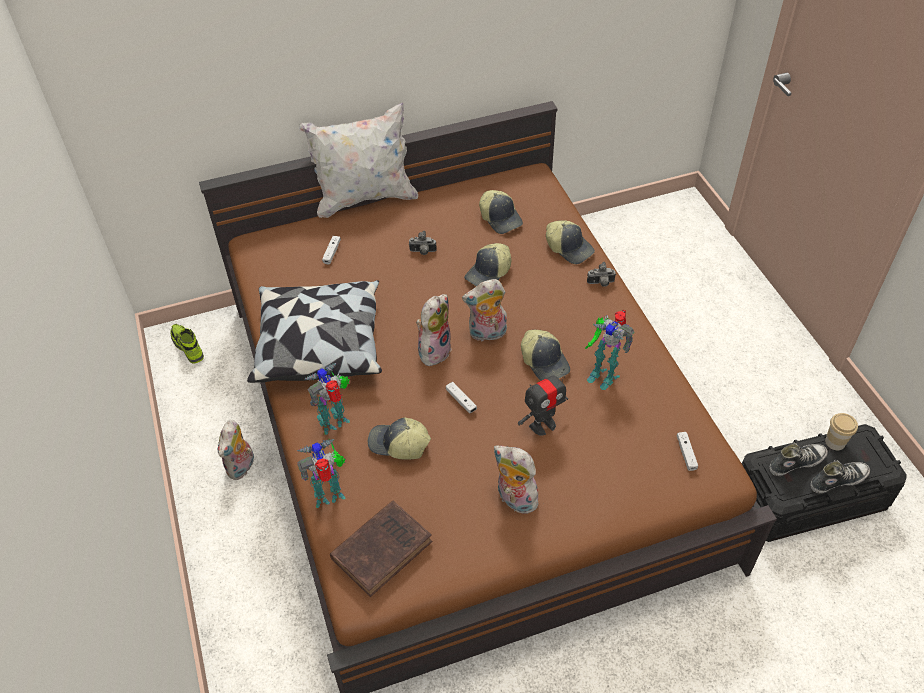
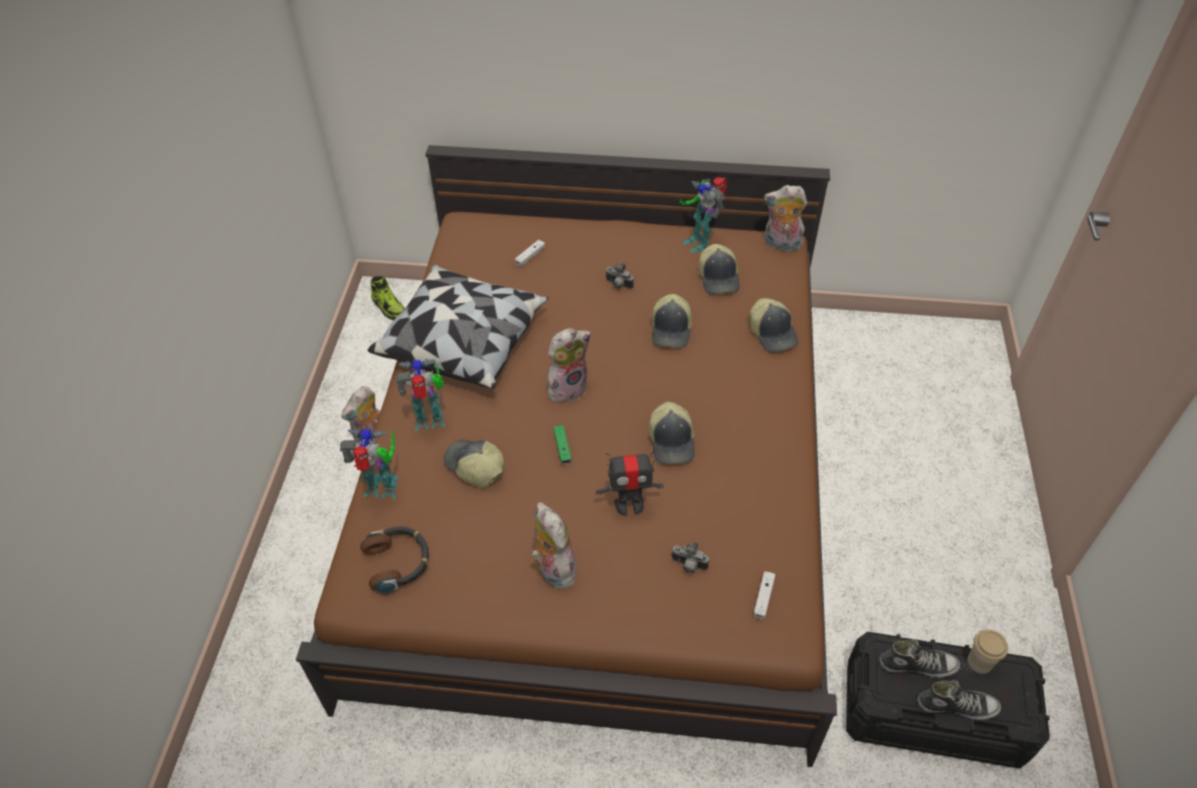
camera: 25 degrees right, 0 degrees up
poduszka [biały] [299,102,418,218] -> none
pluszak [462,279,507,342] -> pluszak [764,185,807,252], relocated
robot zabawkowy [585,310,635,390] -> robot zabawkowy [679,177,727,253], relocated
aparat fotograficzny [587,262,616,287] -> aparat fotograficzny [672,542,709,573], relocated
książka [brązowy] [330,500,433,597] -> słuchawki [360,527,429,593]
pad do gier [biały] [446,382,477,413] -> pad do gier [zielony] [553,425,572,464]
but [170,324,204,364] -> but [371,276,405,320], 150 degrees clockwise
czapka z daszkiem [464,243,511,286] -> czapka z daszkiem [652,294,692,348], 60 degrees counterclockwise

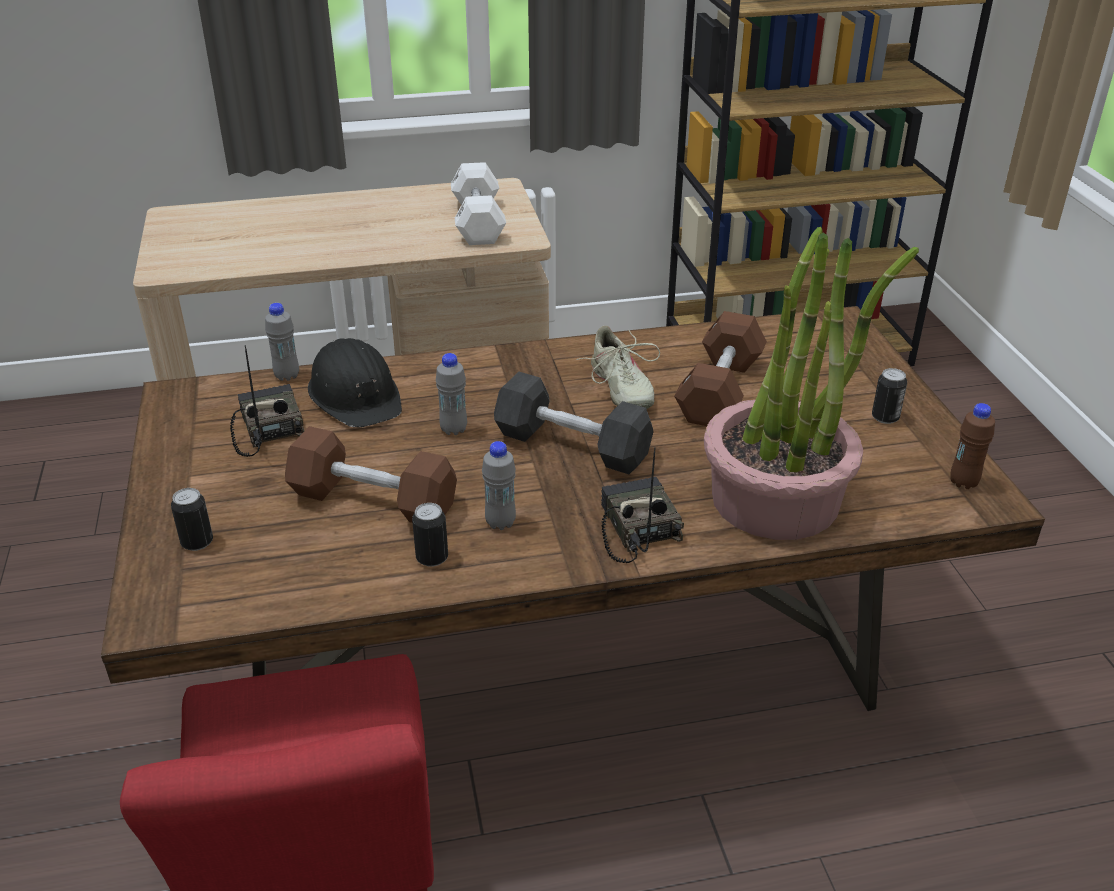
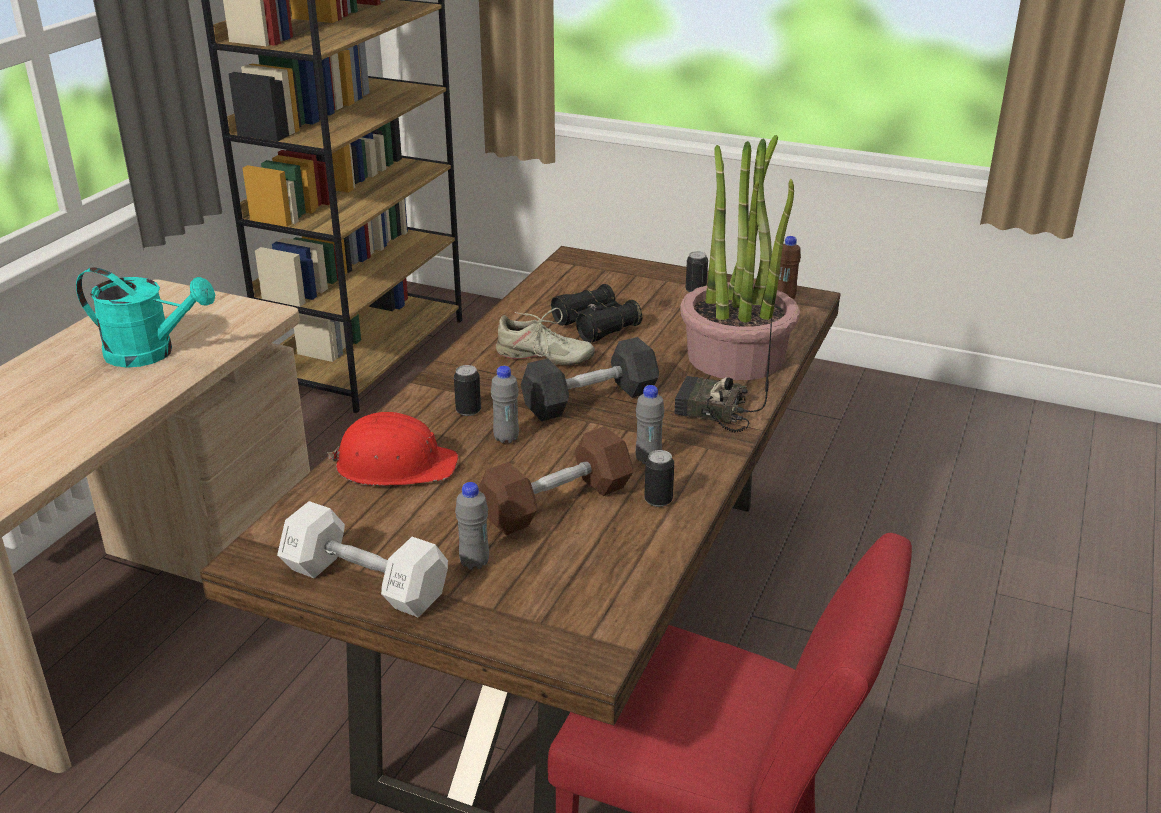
camera: 55 degrees left, 5 degrees down
radio [230,345,304,457] -> none
none -> konewka [turkusowy] [76,267,215,368]
puszka [171,488,213,551] -> puszka [454,365,481,416], relocated
butelka [szary] [265,303,299,381] -> butelka [szary] [455,482,489,570], relocated
hantel [biały] [451,162,506,245] -> hantel [biały] [277,501,448,617], relocated
hantel [brązowy] [674,311,767,426] -> lornetka [czarny] [551,284,642,343]
kask [czarny] [308,338,402,427] -> kask [czerwony] [327,412,458,486]

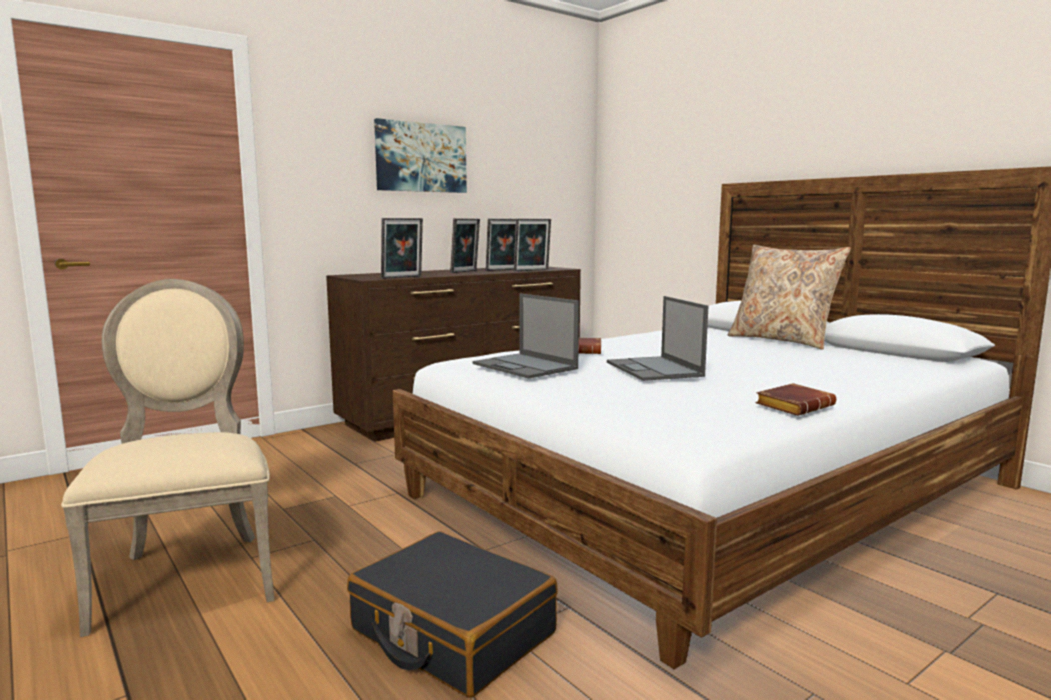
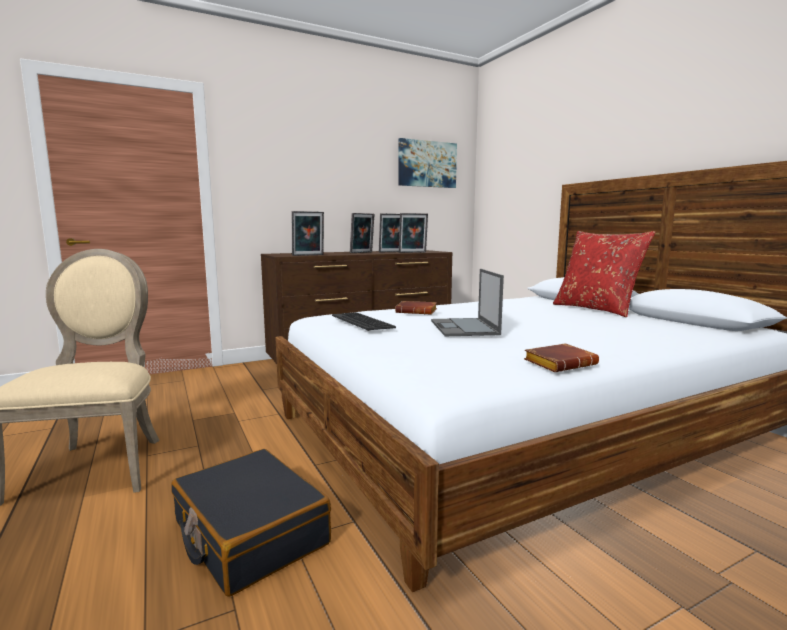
camera: 10 degrees right, 0 degrees up
obraz [374,118,467,193] -> obraz [398,138,457,188], relocated
laptop [473,294,579,379] -> klawiatura [332,312,396,331]
poduszka [beżowy] [728,245,851,350] -> poduszka [czerwony] [553,231,655,317]

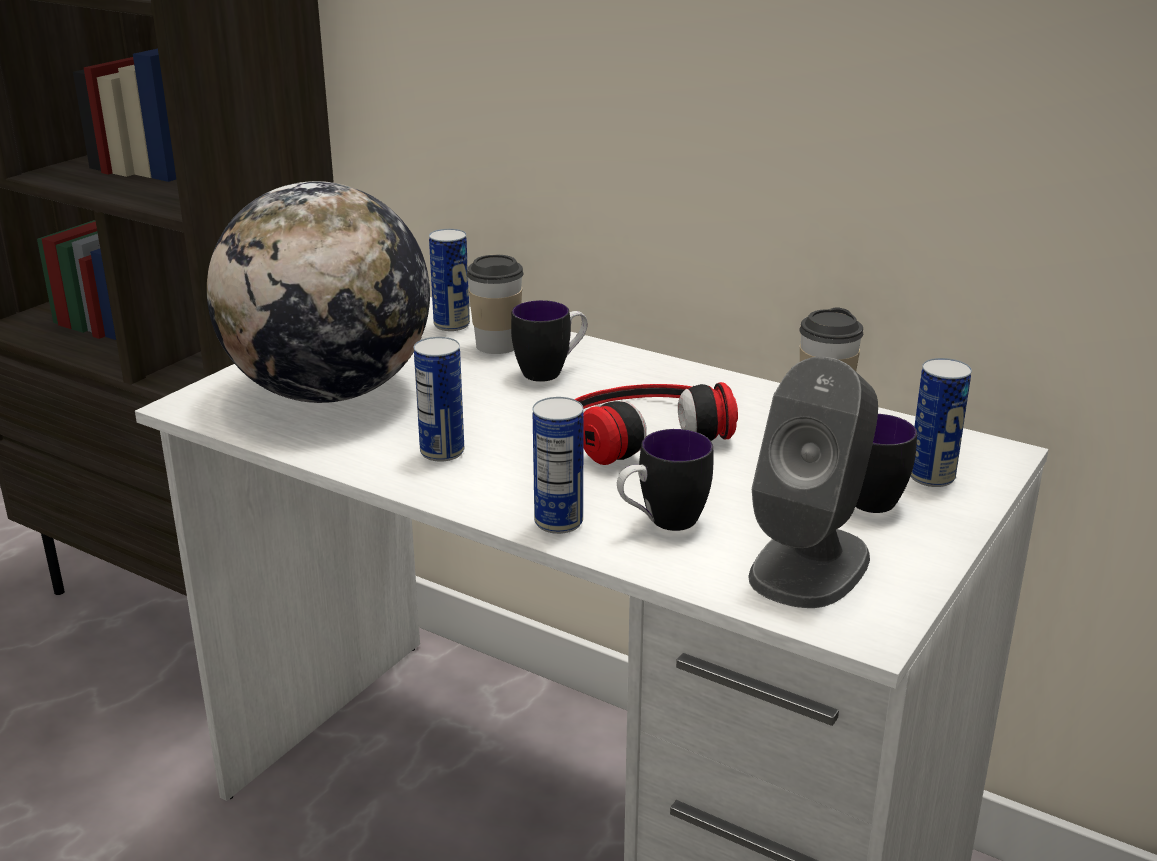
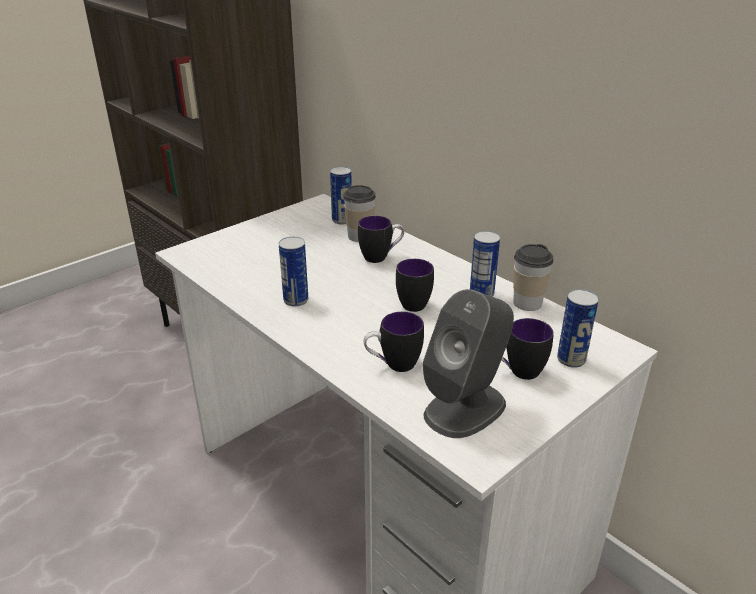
camera: 15 degrees right, 5 degrees up
globus [207,181,430,403] -> none
puszka [532,397,583,534] -> puszka [470,231,500,297], relocated
słuchawki [575,382,738,465] -> kubek [396,259,434,312]

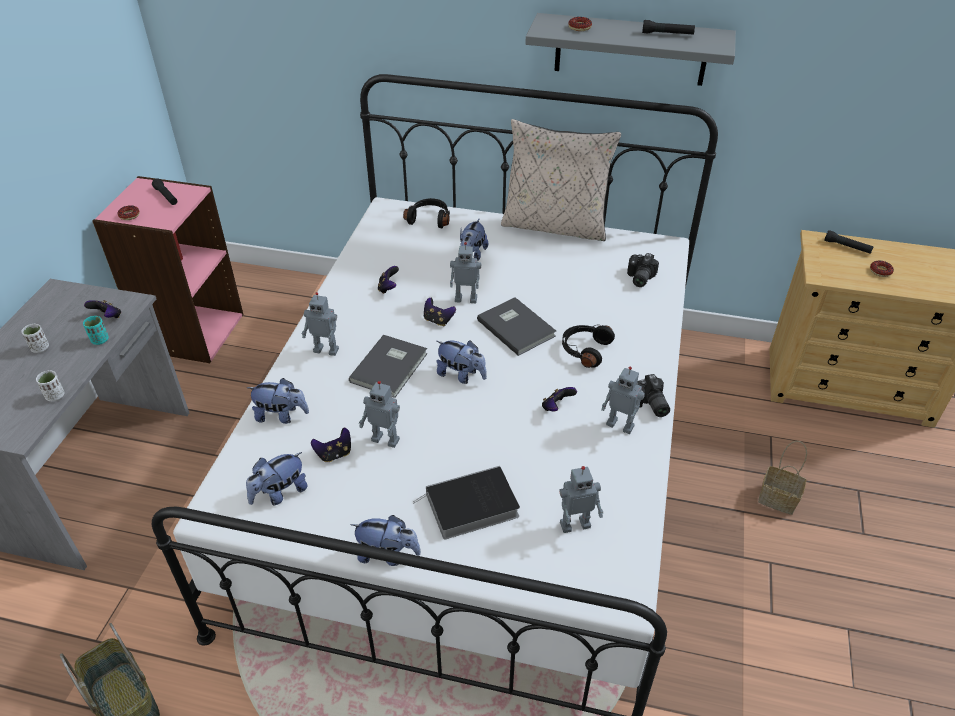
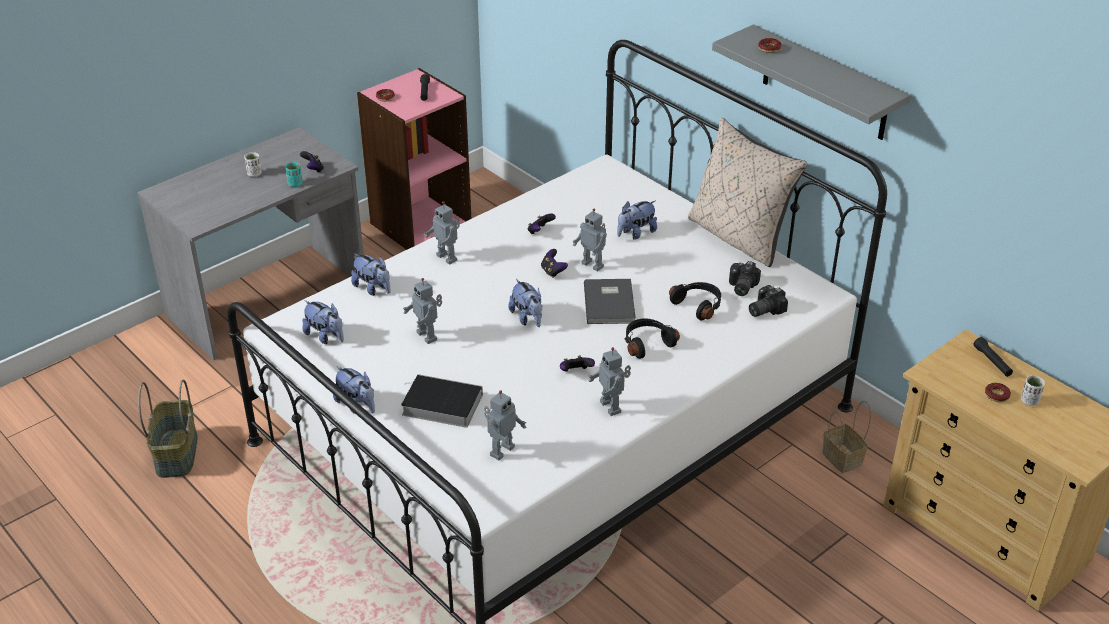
camera: 35 degrees right, 5 degrees down
pad do gier [311,428,351,462] -> none
książka [szary] [349,335,427,398] -> none
latarka [czarny] [642,20,695,35] -> none
filiżanka [biały] [36,370,65,401] -> filiżanka [biały] [1021,375,1045,406], relocated
słuchawki [czarny] [403,198,450,228] -> słuchawki [czarny] [669,282,721,320], relocated
aparat fotograficzny [637,374,670,417] -> aparat fotograficzny [729,261,761,296], relocated
koszyk [758,441,807,515] -> koszyk [822,401,871,473], relocated
pluszak [246,452,308,506] -> pluszak [302,300,344,344], 135 degrees counterclockwise
robot zabawkowy [560,466,603,533] -> robot zabawkowy [484,390,526,460], 75 degrees counterclockwise

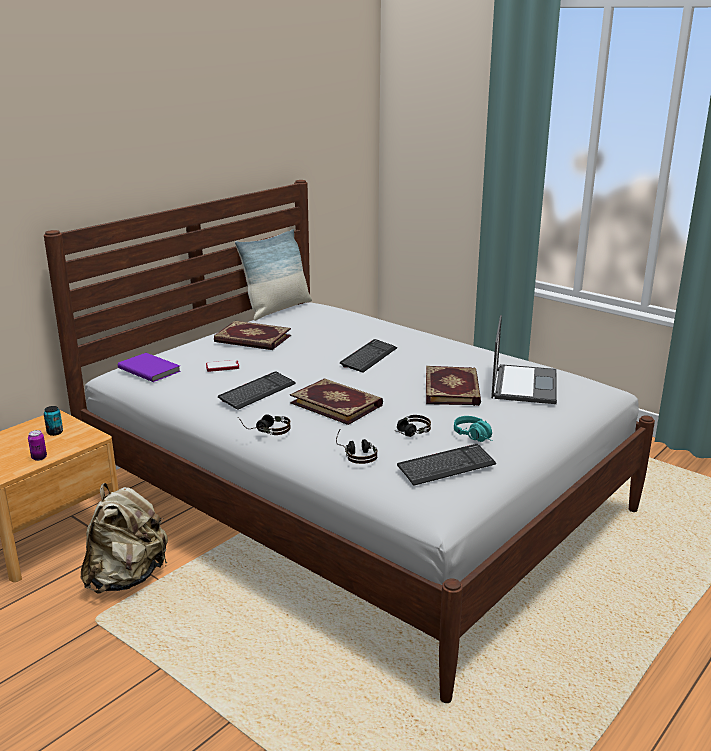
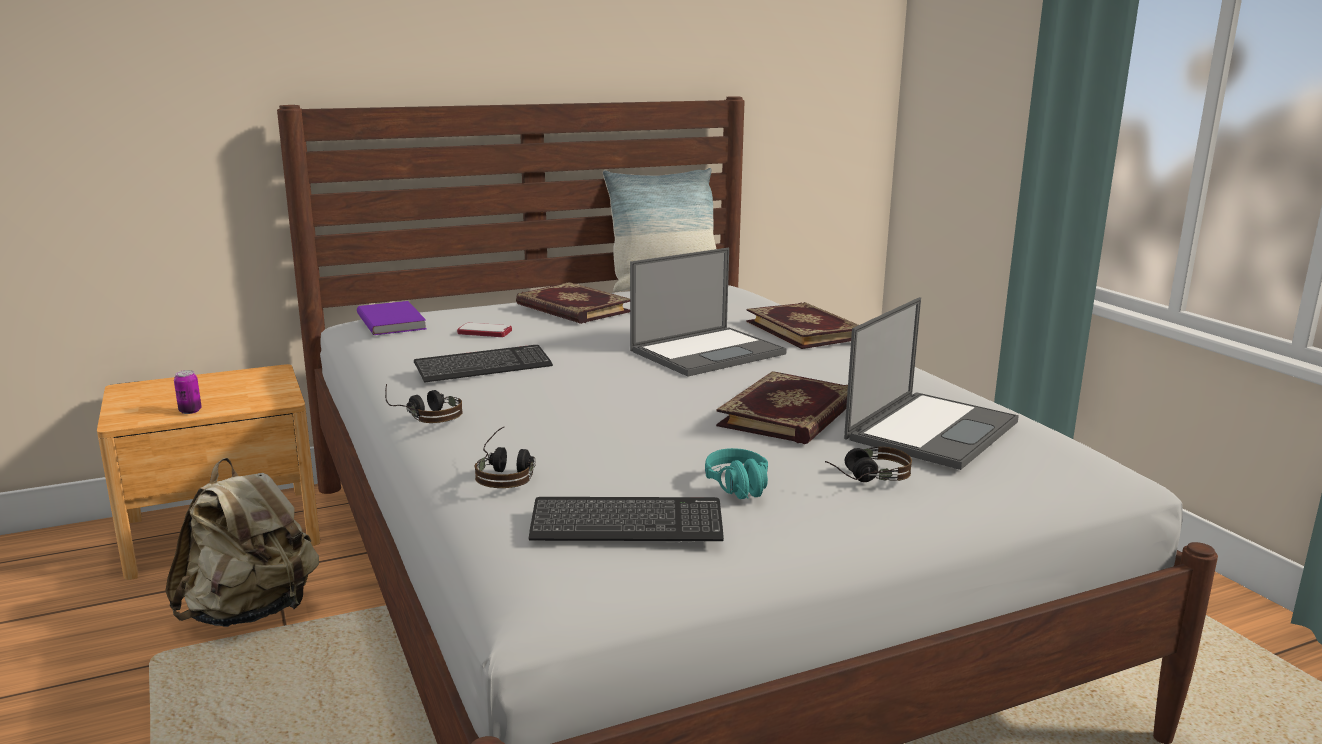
camera: 25 degrees right, 5 degrees down
puszka [44,406,63,436] -> none
książka [290,379,383,425] -> książka [746,302,858,349], relocated
słuchawki [397,415,431,437] -> słuchawki [825,447,912,482], relocated
klawiatura [340,339,397,373] -> laptop [630,248,787,377]

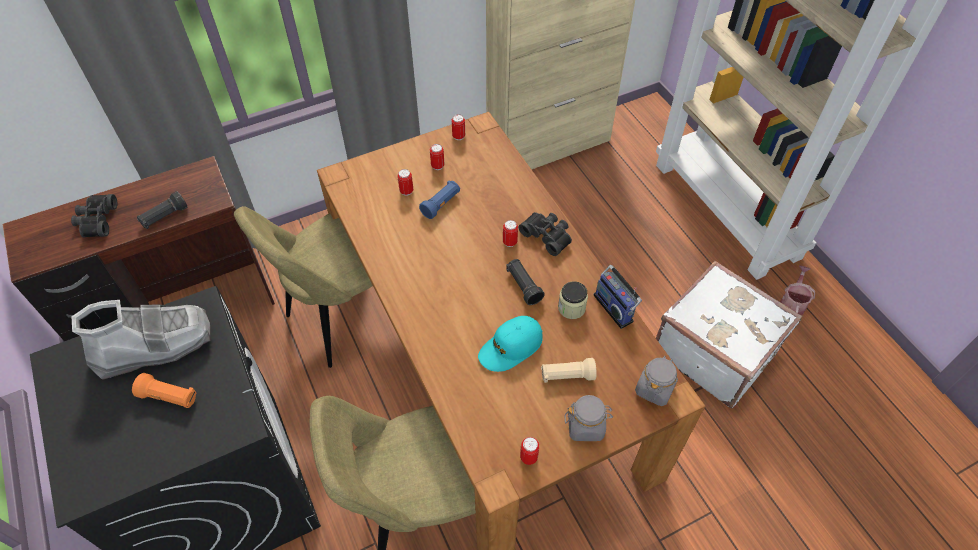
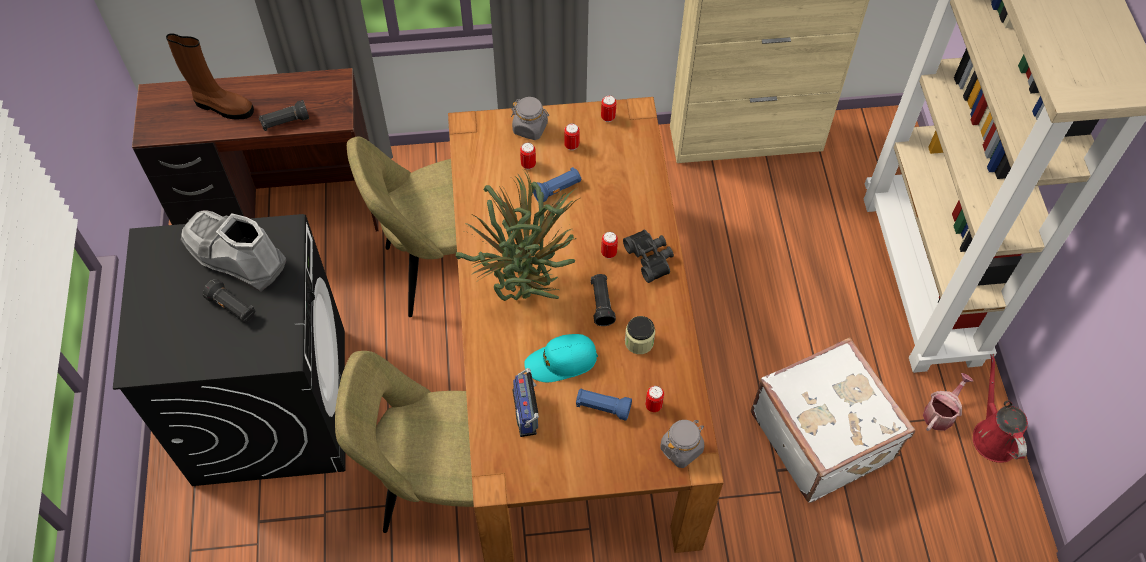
camera: 20 degrees right, 5 degrees up
none -> roślina doniczkowa [456,170,580,301]
none -> konewka [czerwony] [973,354,1028,463]
puszka [520,437,539,465] -> puszka [645,386,664,412], relocated
słoik [szary] [565,395,613,441] -> słoik [szary] [511,97,549,140], relocated
radio [594,265,642,329] -> radio [513,368,539,437], relocated
lornetka [czarny] [71,194,117,238] -> but z cholewką [brązowy] [166,33,254,120]
latarka [pomarańczowy] [132,373,197,408] -> latarka [czarny] [203,279,256,323]
latarka [beżowy] [541,358,597,383] -> latarka [niebieski] [576,388,632,421]
but z cholewką [szary] [72,300,211,380] -> but z cholewką [szary] [181,210,286,292], 150 degrees counterclockwise

